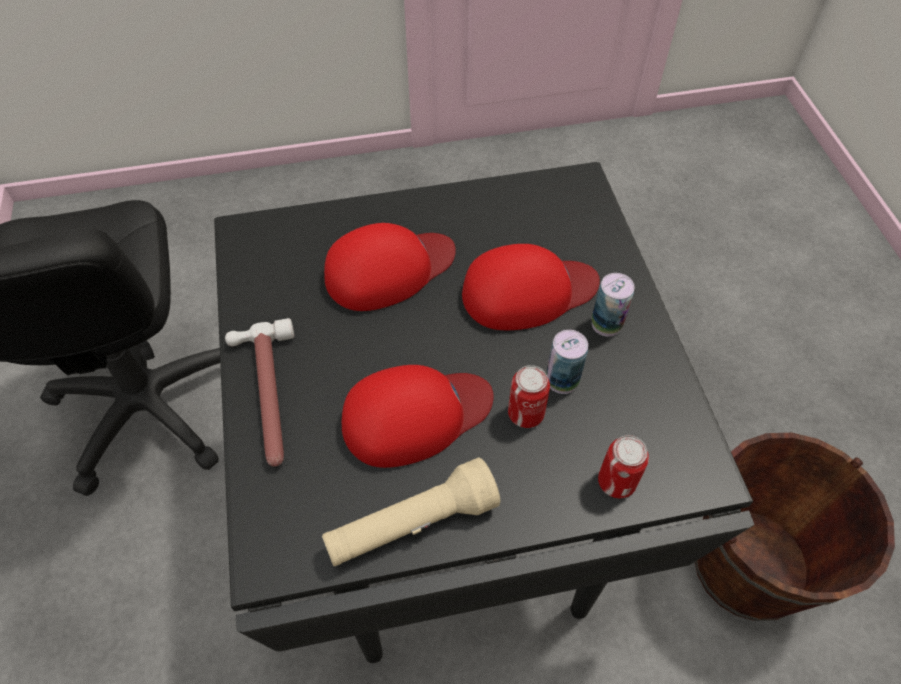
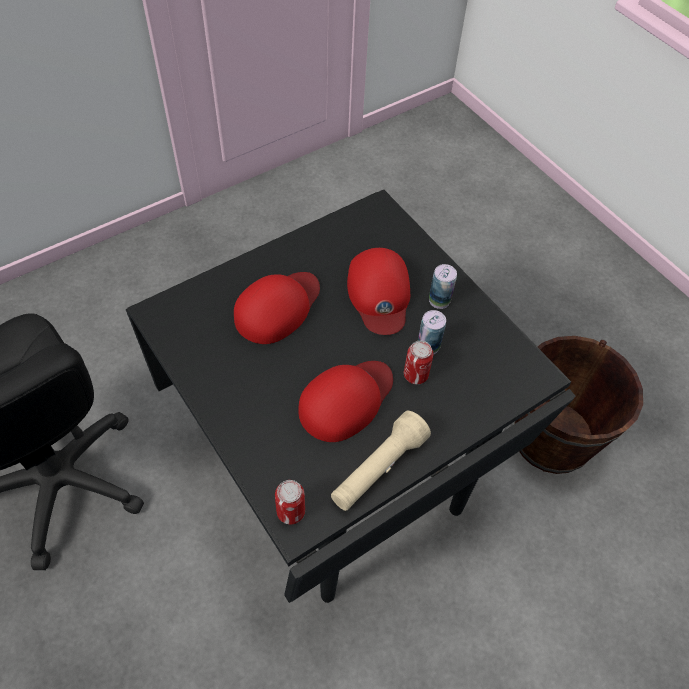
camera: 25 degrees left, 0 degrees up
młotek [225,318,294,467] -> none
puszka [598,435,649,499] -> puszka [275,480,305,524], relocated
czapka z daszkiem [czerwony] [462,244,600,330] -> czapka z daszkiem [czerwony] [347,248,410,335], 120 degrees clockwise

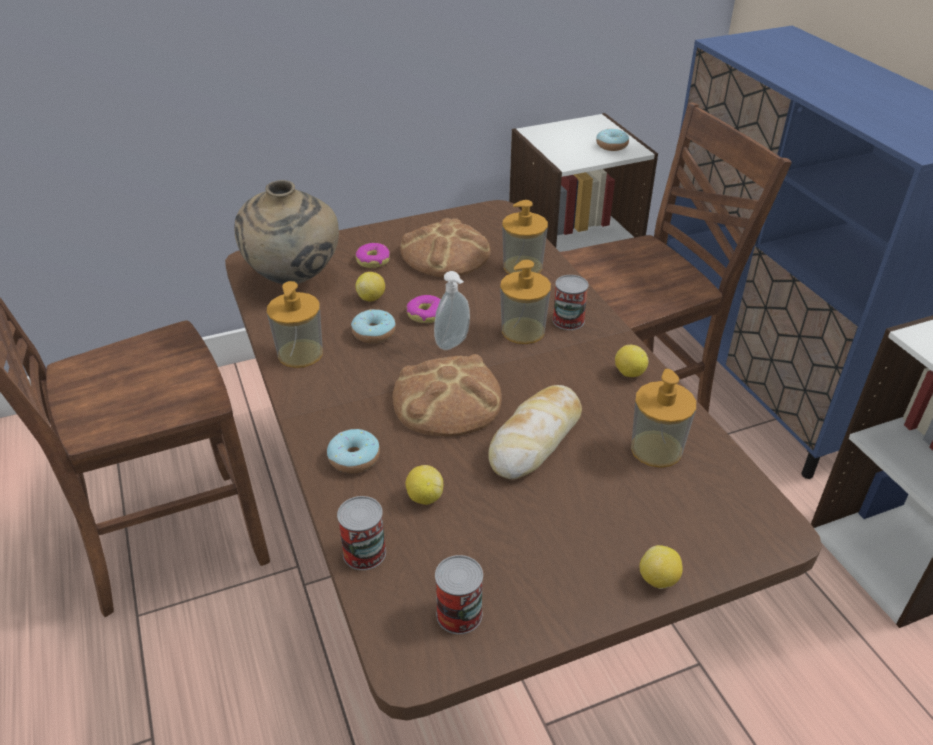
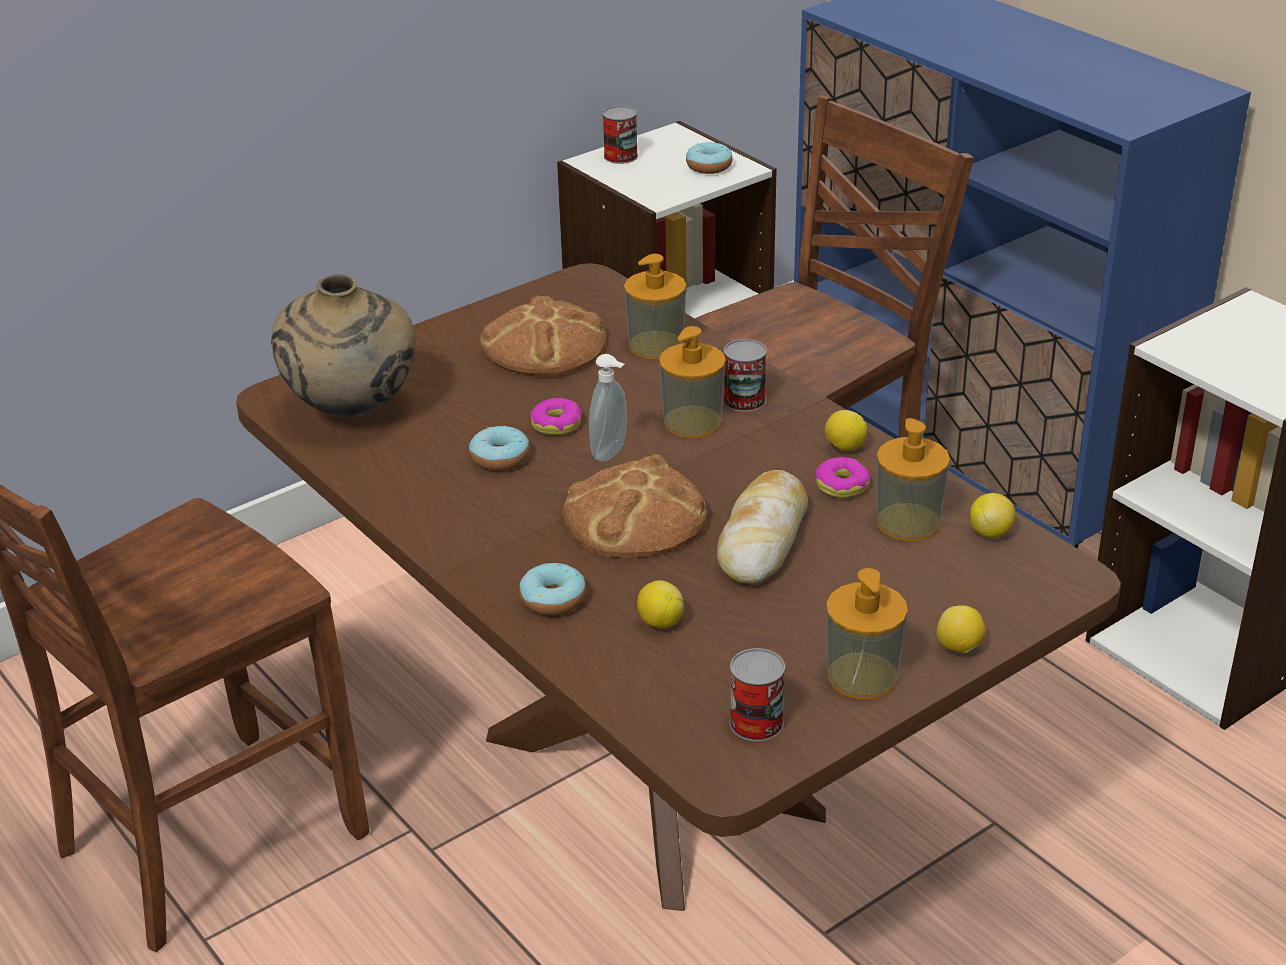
camera: 15 degrees left, 5 degrees down
dozownik mydła [267,281,323,368] -> dozownik mydła [826,568,908,699], relocated
puszka [337,496,386,570] -> puszka [602,105,638,164], relocated
donut [356,243,390,268] -> donut [815,457,870,498], relocated
cytryna [356,272,385,301] -> cytryna [970,493,1016,538], relocated

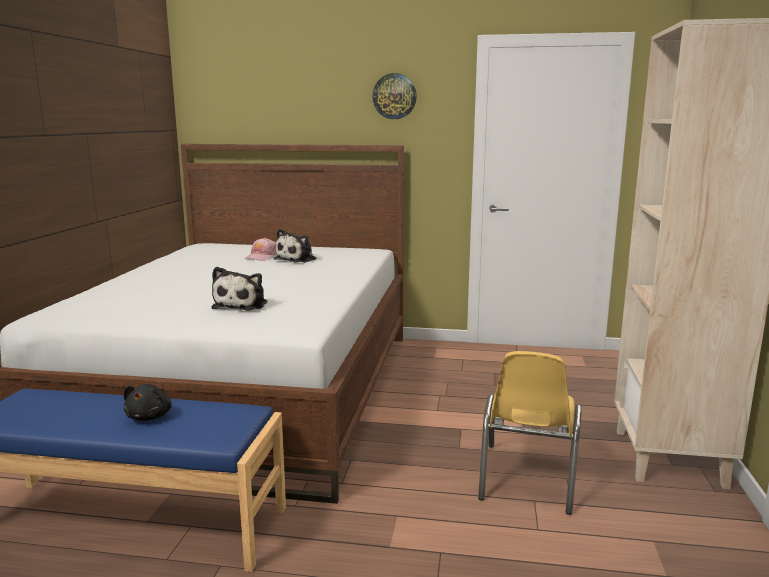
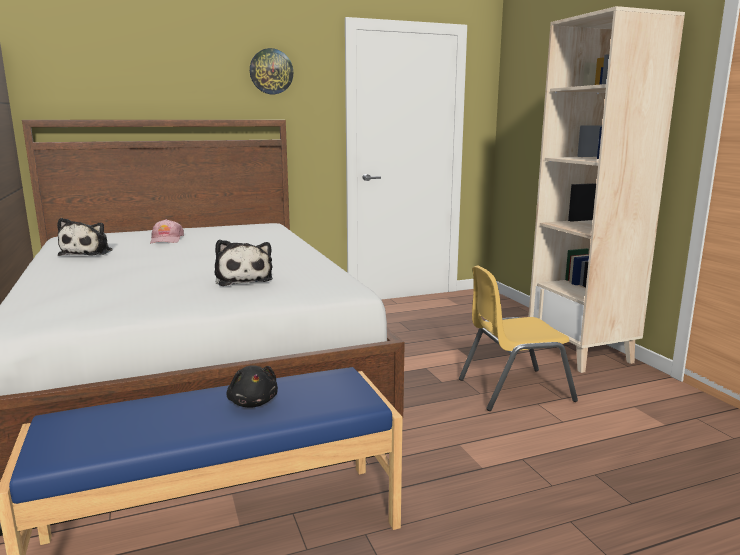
camera: 30 degrees left, 0 degrees up
pluszak [274,229,317,263] -> pluszak [57,218,113,256], relocated
krzesło [żółty] [478,351,582,515] -> krzesło [żółty] [459,266,578,411], 90 degrees clockwise

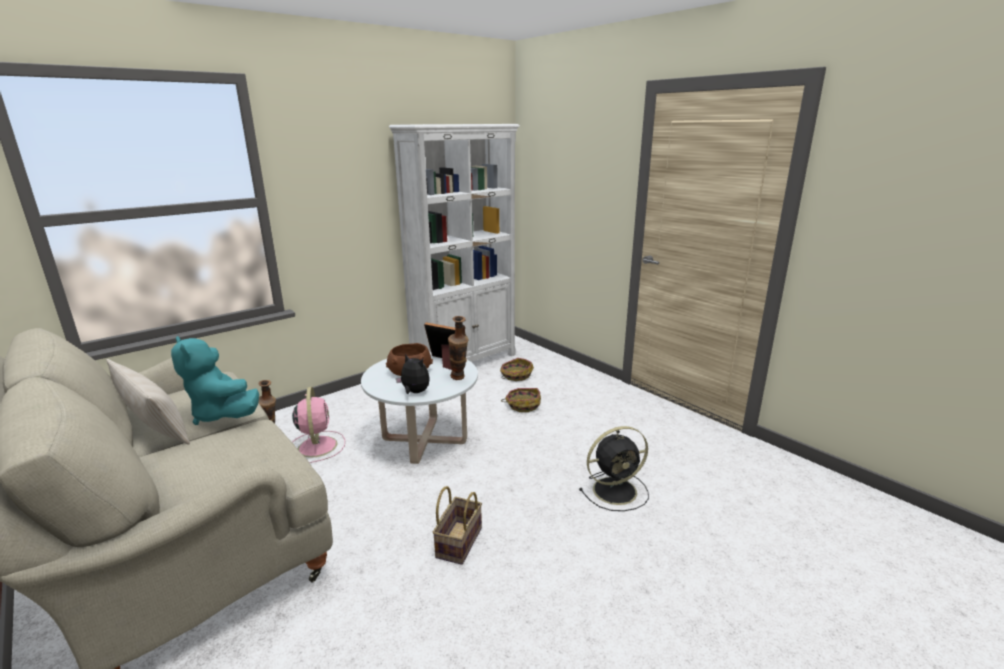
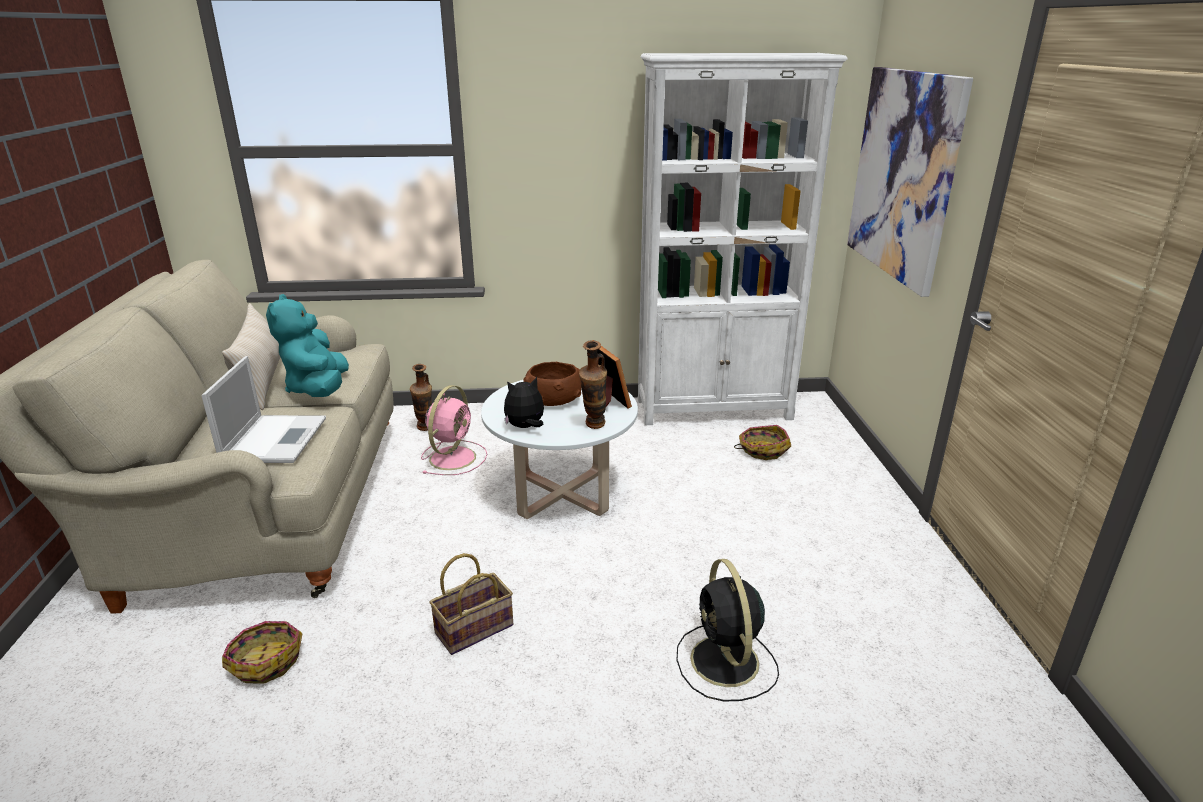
camera: 35 degrees right, 5 degrees up
none -> laptop [201,356,326,463]
none -> obraz [847,67,973,297]
koszyk [501,388,541,412] -> koszyk [222,621,302,683], relocated
pluszak [396,355,430,394] -> pluszak [504,377,544,428], 90 degrees counterclockwise
wentylator [czarny] [579,426,649,511] -> wentylator [czarny] [676,559,779,702], 60 degrees clockwise

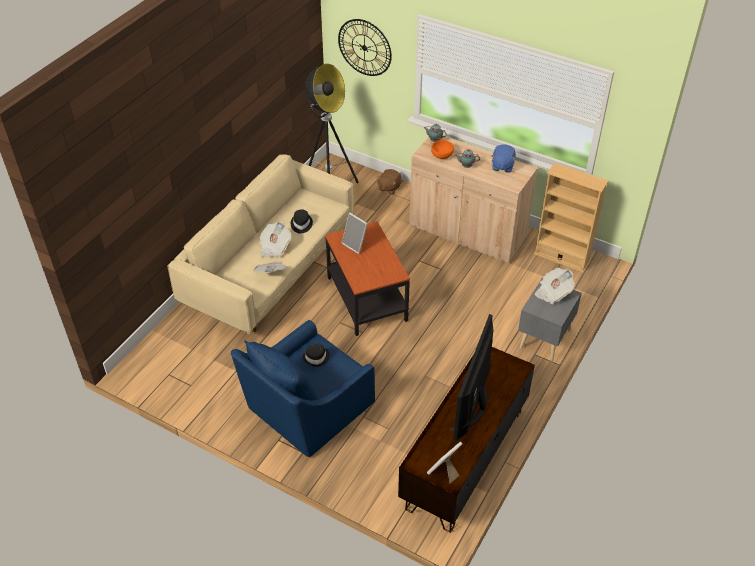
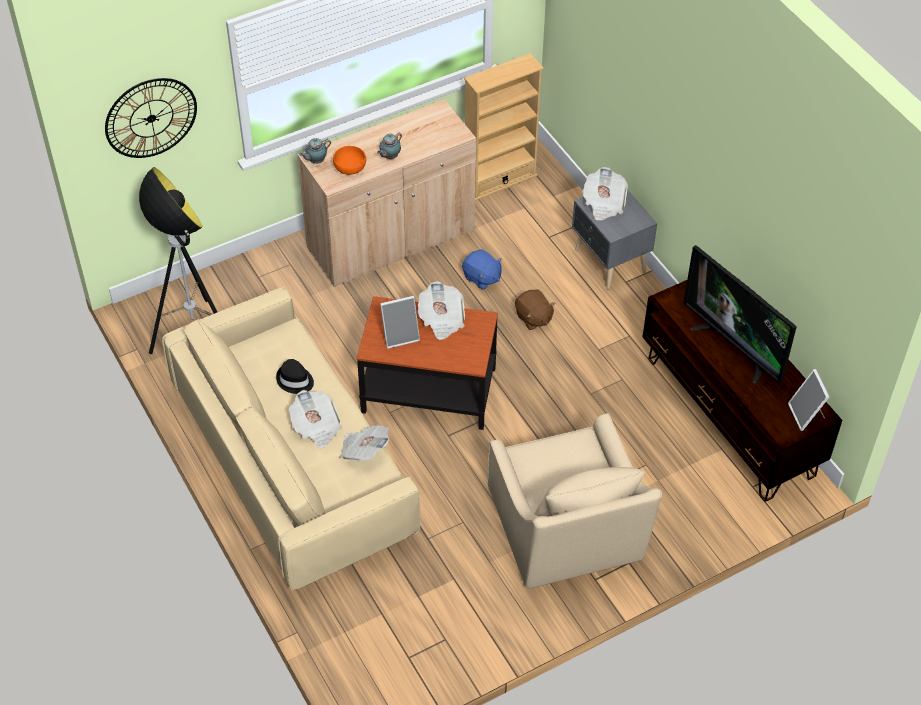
camera: 60 degrees left, 5 degrees up
kapelusz [czarny] [302,344,330,367] -> none
none -> gazeta [417,281,465,340]
pluszak [brązowy] [377,169,402,194] -> pluszak [brązowy] [515,289,555,330], relocated
pluszak [niebieski] [492,145,516,173] -> pluszak [niebieski] [462,249,502,290], relocated
fotel [niebieski] [231,320,375,457] -> fotel [beżowy] [488,413,662,588]

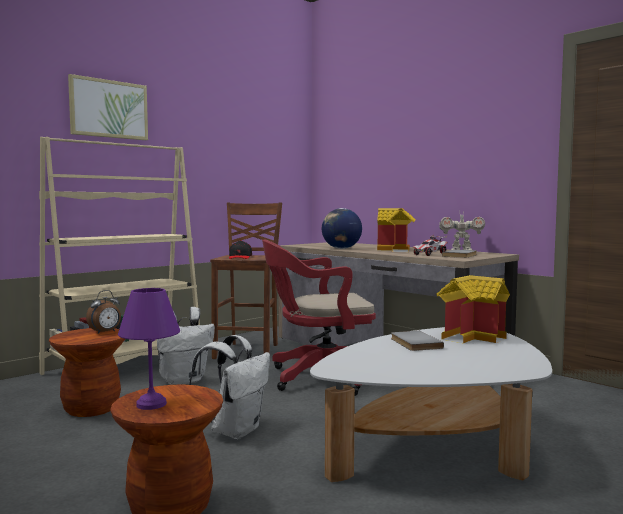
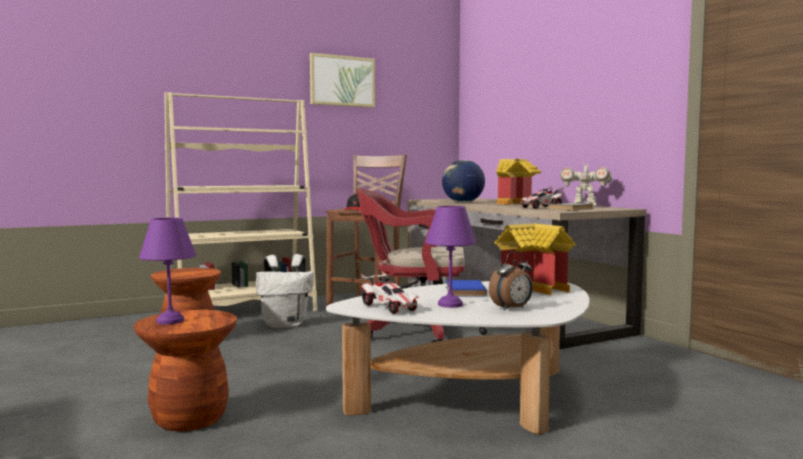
camera: 15 degrees right, 0 degrees up
plecak [biały] [189,335,270,440] -> none
none -> samochodzik [361,271,419,314]
none -> lampa stołowa [fioletowy] [425,206,476,308]
obraz [68,74,148,140] -> obraz [310,53,375,108], relocated
budzik [86,290,121,334] -> budzik [489,251,533,311], relocated
książka [szary] [391,331,444,351] -> książka [niebieski] [446,280,487,297]

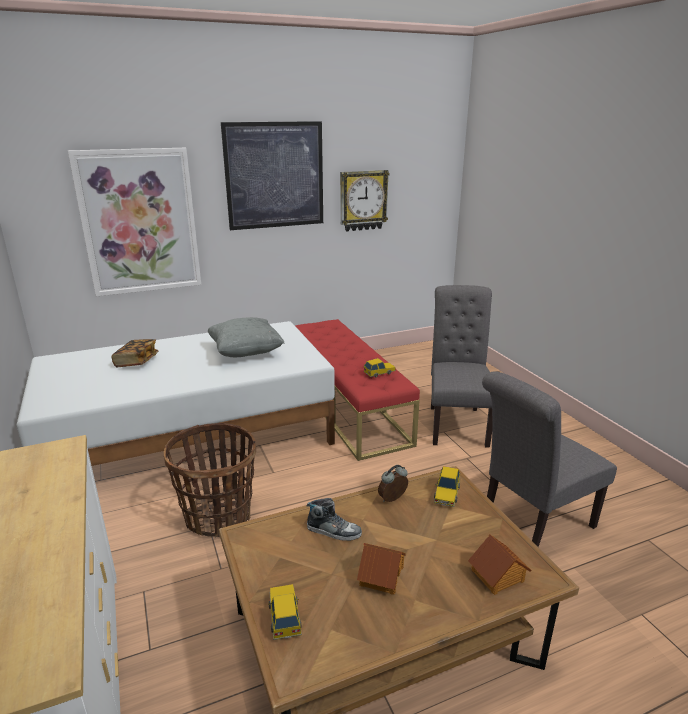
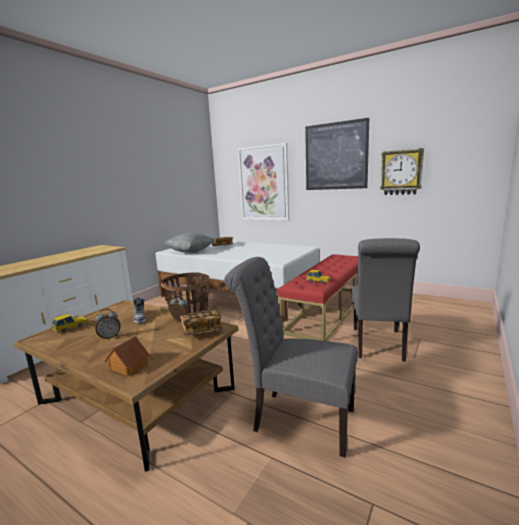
camera: 55 degrees right, 10 degrees down
poduszka [szary] [208,317,285,357] -> poduszka [szary] [164,233,215,253], relocated
domek [357,543,406,595] -> budzik [95,309,121,339]
samochodzik [434,466,460,507] -> książka [180,309,222,335]
krzesło [szary] [431,285,492,448] -> krzesło [szary] [351,238,420,362], 135 degrees clockwise

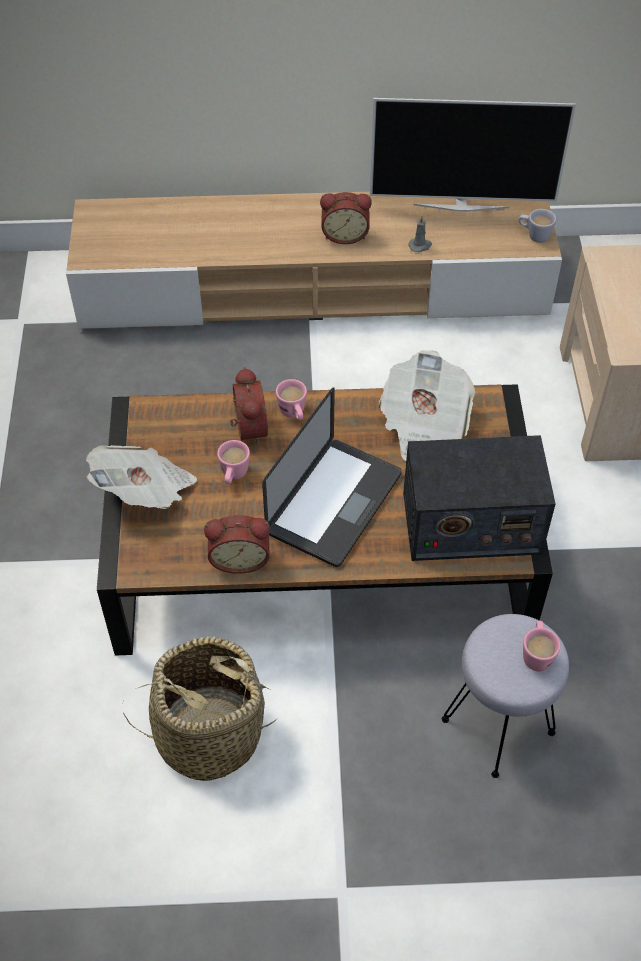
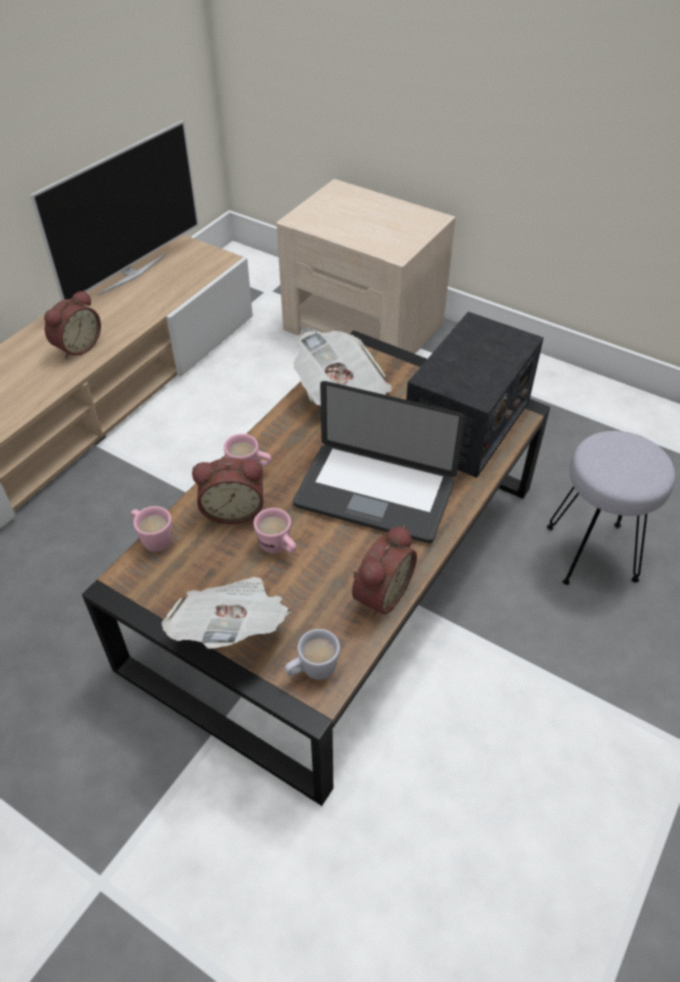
camera: 55 degrees left, 5 degrees down
koszyk [123,636,277,781] -> none
świeca [szary] [408,216,432,252] -> none
kubek [biały] [519,209,556,243] -> kubek [biały] [285,629,340,680], relocated
kubek [różowy] [523,621,561,671] -> kubek [różowy] [131,506,172,552], relocated
budzik [230,367,268,445] -> budzik [192,458,263,524], 150 degrees clockwise
laptop [262,387,402,567] -> laptop [293,381,465,543], 135 degrees clockwise

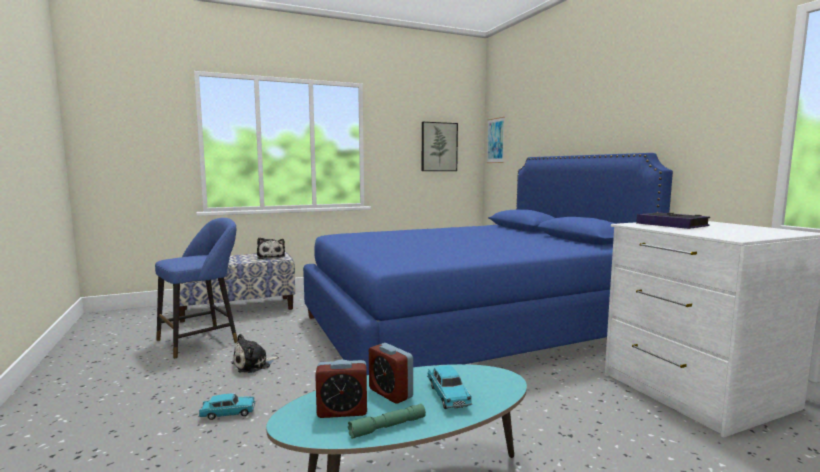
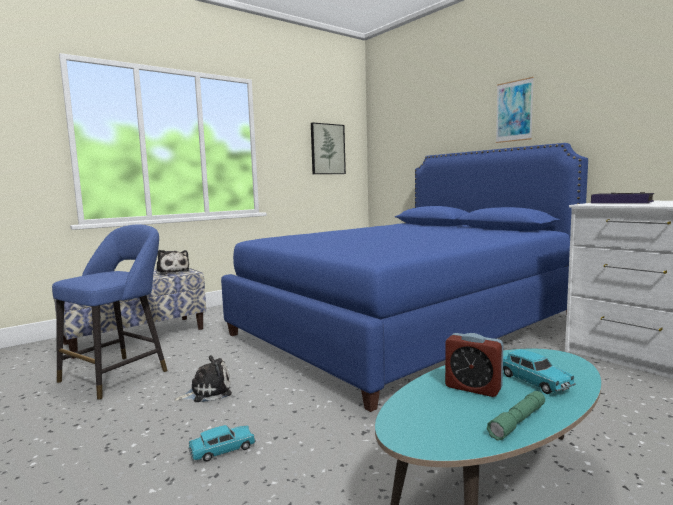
camera: 15 degrees left, 0 degrees up
budzik [315,360,367,418] -> none
obraz [487,117,505,163] -> obraz [496,77,534,143], relocated
pluszak [232,334,279,373] -> pluszak [174,355,232,402], 150 degrees counterclockwise

